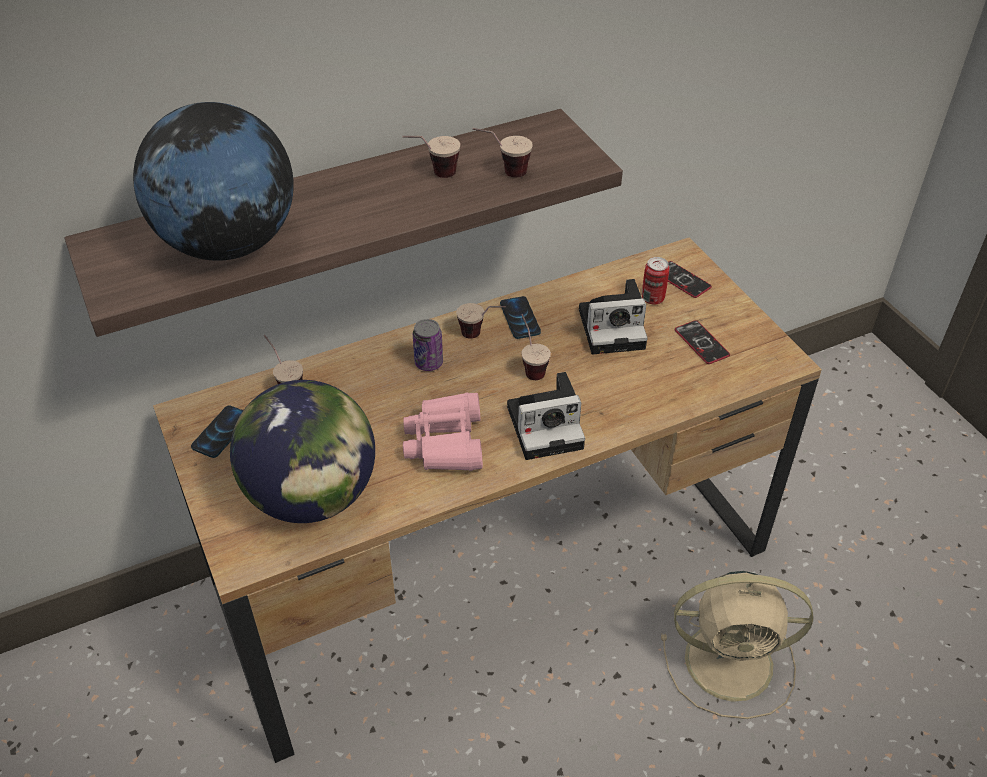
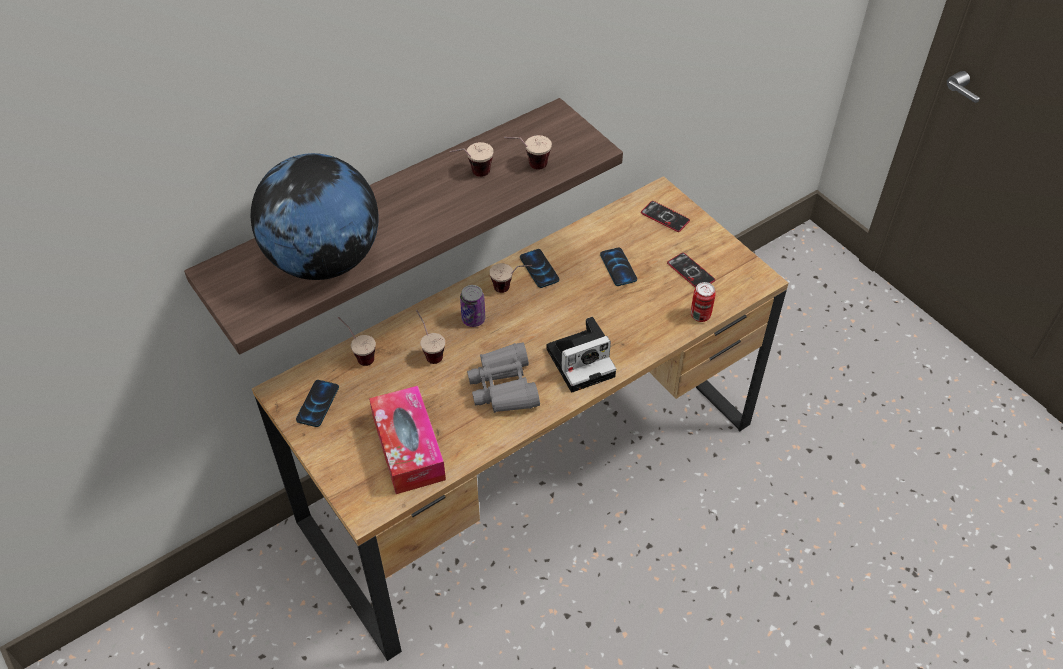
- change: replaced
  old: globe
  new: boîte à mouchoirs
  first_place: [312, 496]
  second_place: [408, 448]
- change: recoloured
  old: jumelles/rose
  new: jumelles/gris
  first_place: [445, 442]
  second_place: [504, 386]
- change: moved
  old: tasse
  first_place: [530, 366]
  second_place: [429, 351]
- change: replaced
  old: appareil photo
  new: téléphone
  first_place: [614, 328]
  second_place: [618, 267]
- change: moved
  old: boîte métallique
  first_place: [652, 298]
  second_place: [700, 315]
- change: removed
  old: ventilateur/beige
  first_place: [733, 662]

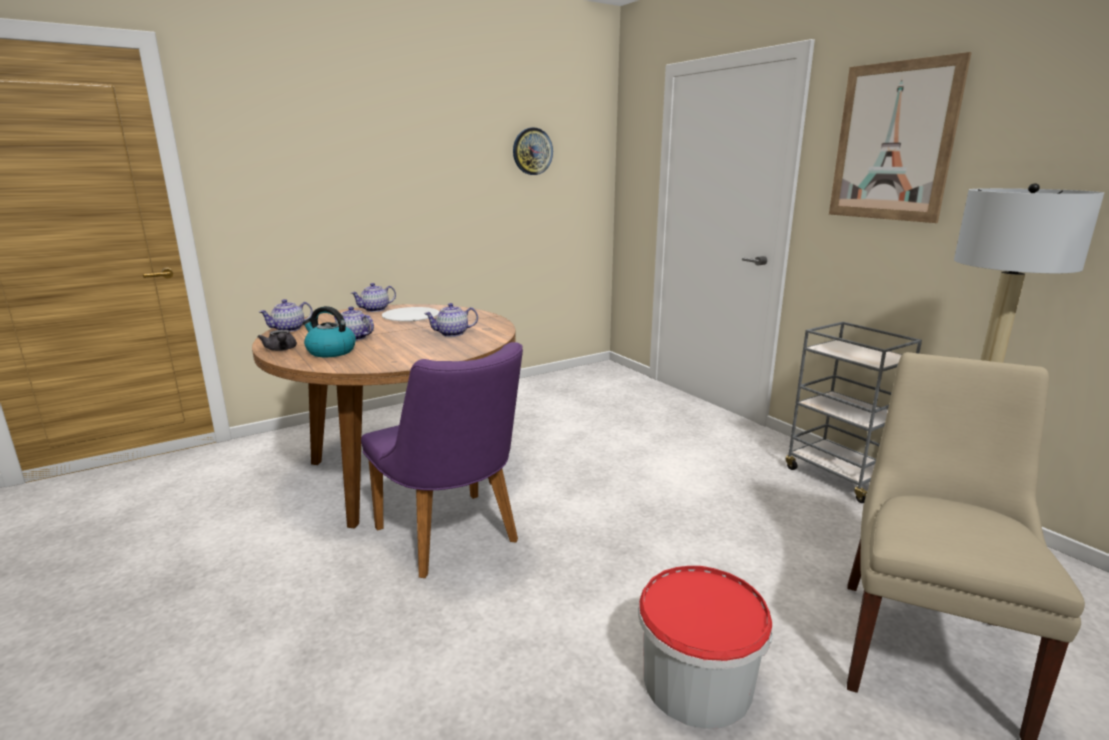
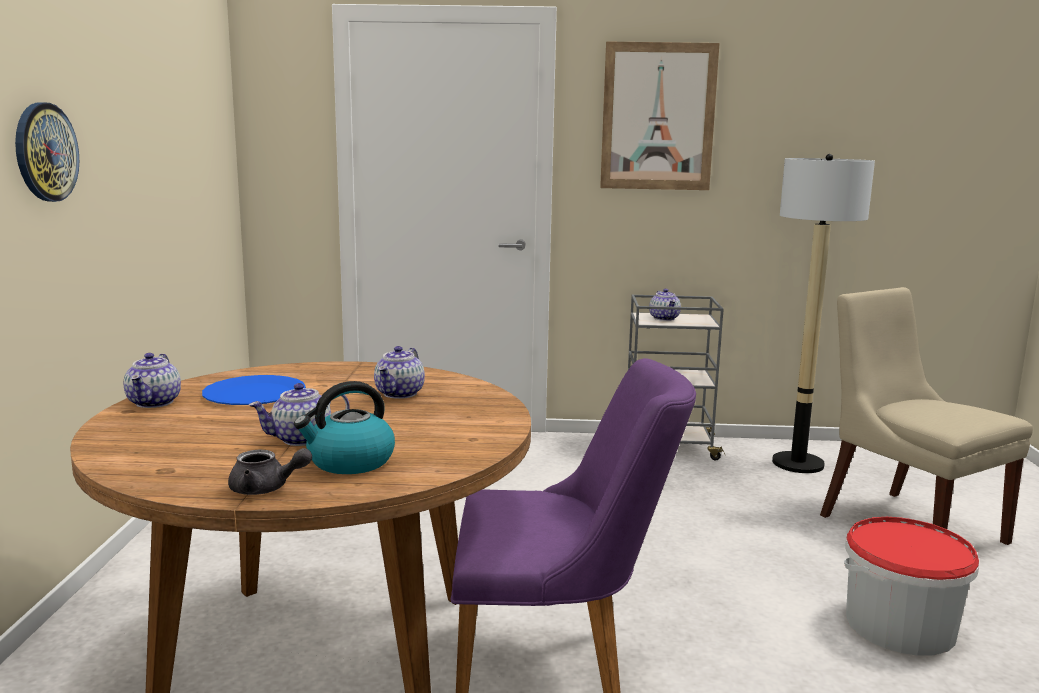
- change: moved
  old: théière
  first_place: [288, 329]
  second_place: [664, 318]
- change: recoloured
  old: assiette/blanc
  new: assiette/bleu
  first_place: [410, 316]
  second_place: [254, 394]
- change: moved
  old: horloge murale
  first_place: [532, 151]
  second_place: [45, 152]

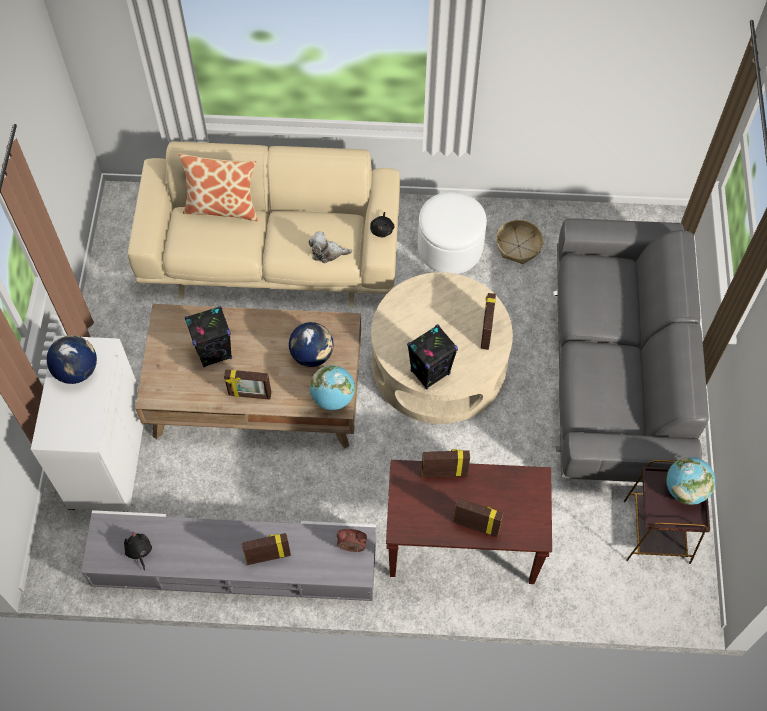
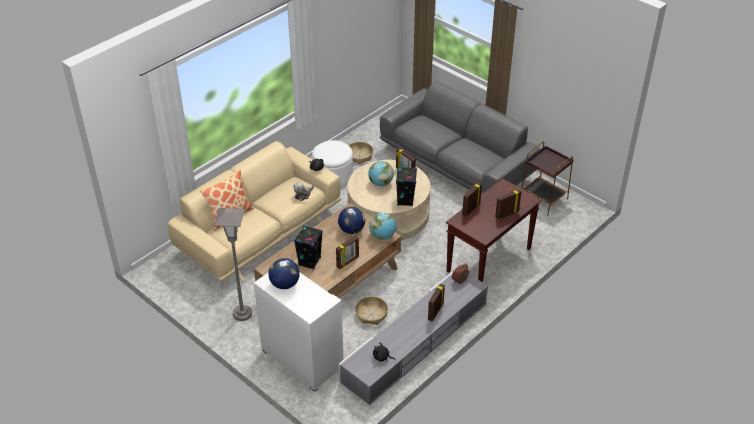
- change: moved
  old: globe
  first_place: [685, 489]
  second_place: [380, 183]
- change: added
  new: lampadaire/gris
  second_place: [242, 313]
- change: added
  new: panier
  second_place: [371, 314]

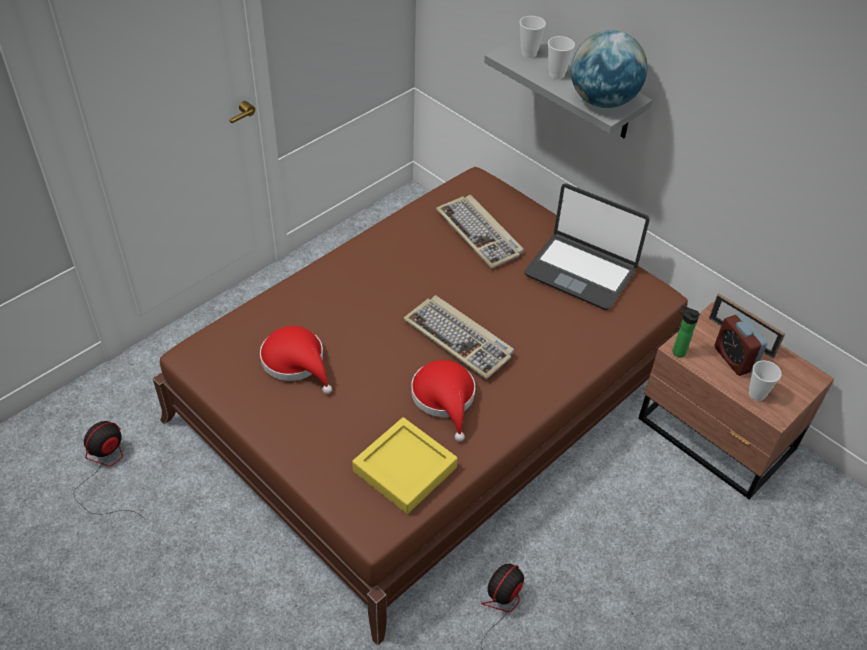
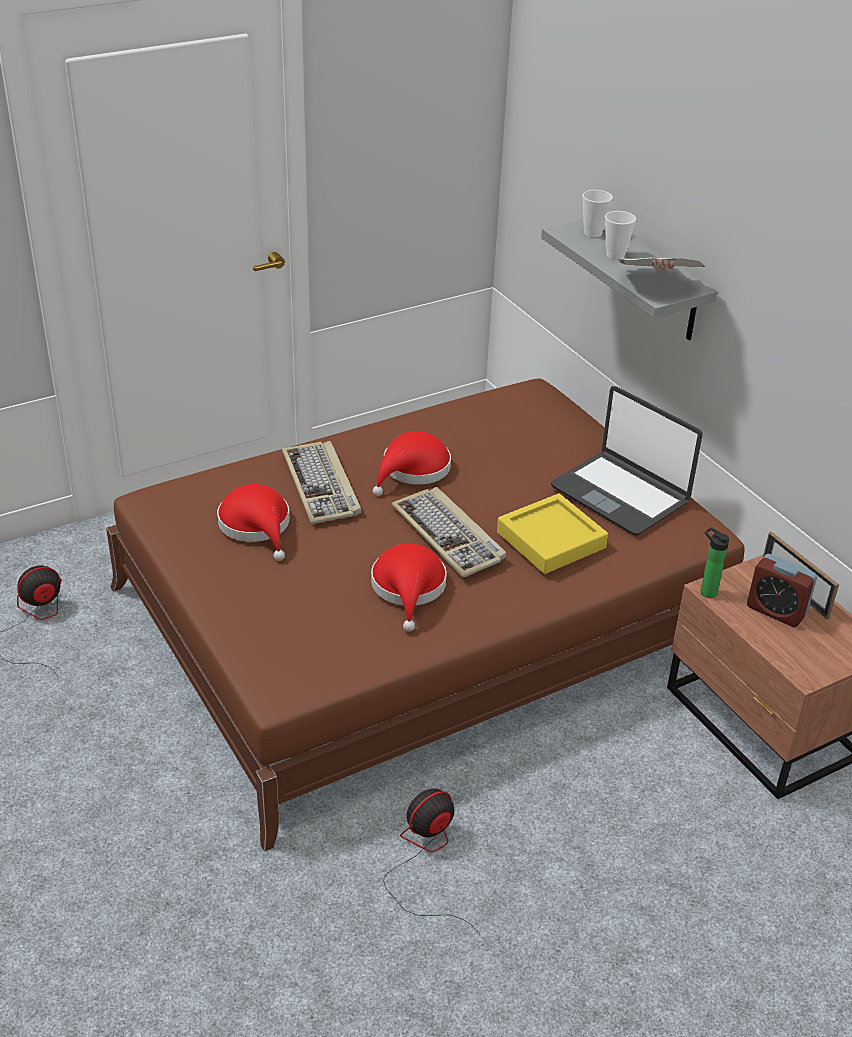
- change: moved
  old: plateau/jaune
  first_place: [405, 469]
  second_place: [551, 540]
- change: moved
  old: clavier
  first_place: [480, 234]
  second_place: [322, 486]
- change: replaced
  old: globe
  new: journal
  first_place: [602, 101]
  second_place: [657, 285]
- change: turned
  old: réveil
  first_place: [734, 359]
  second_place: [776, 611]
  degrees: -45
- change: removed
  old: tasse
  first_place: [756, 394]
- change: added
  new: chapeau/rouge
  second_place: [413, 470]

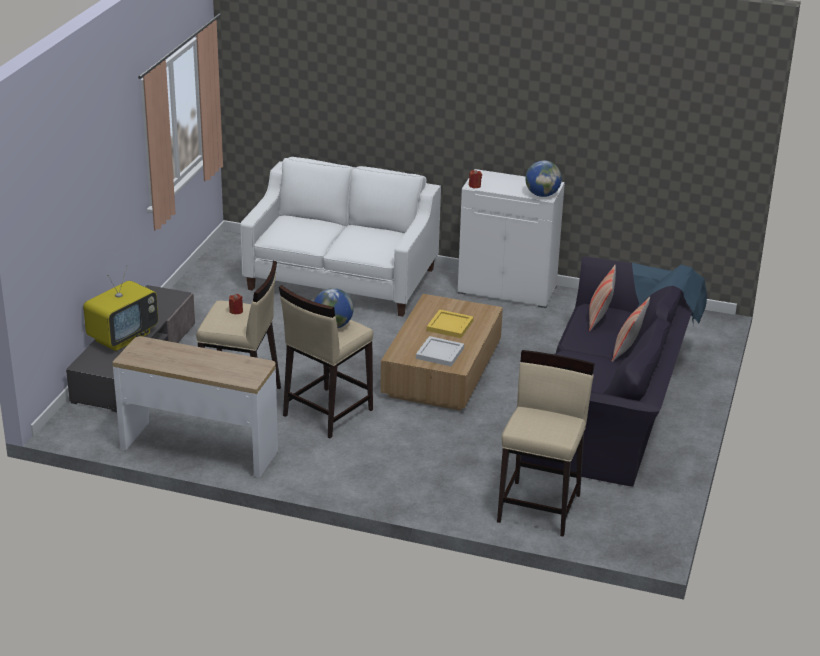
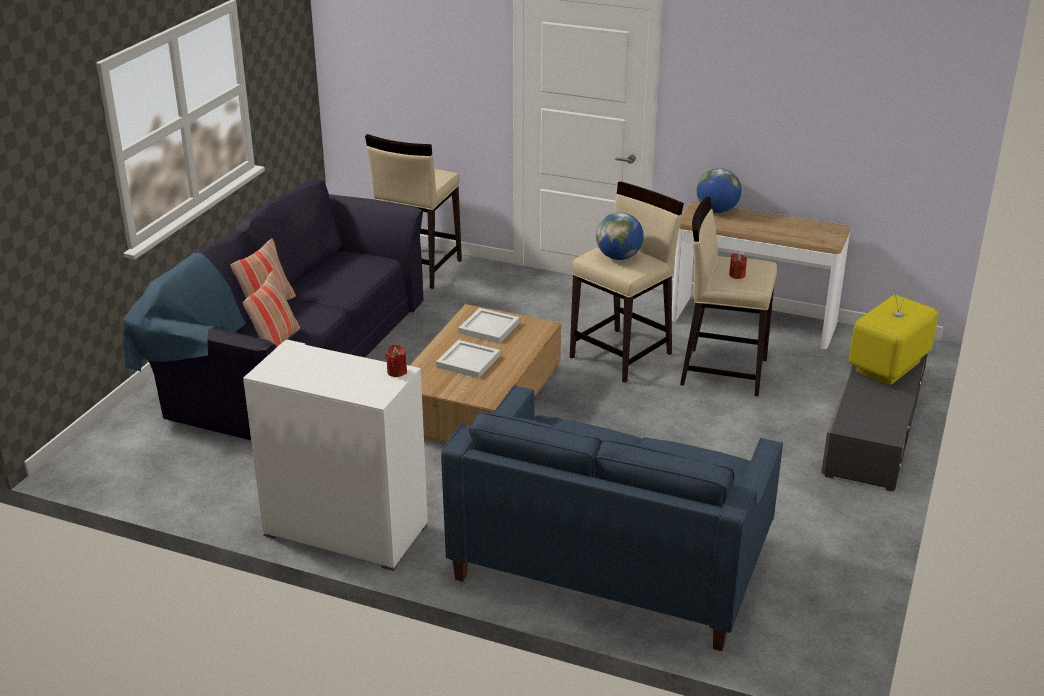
- change: recoloured
  old: canapé/blanc
  new: canapé/bleu
  first_place: [341, 279]
  second_place: [612, 560]
- change: recoloured
  old: plateau/jaune
  new: plateau/blanc
  first_place: [450, 326]
  second_place: [468, 361]
- change: moved
  old: globe
  first_place: [542, 195]
  second_place: [717, 210]

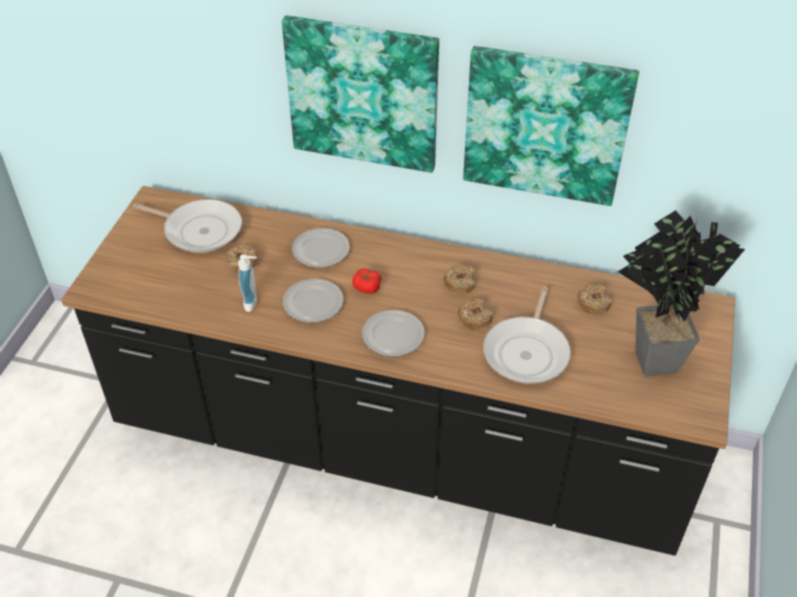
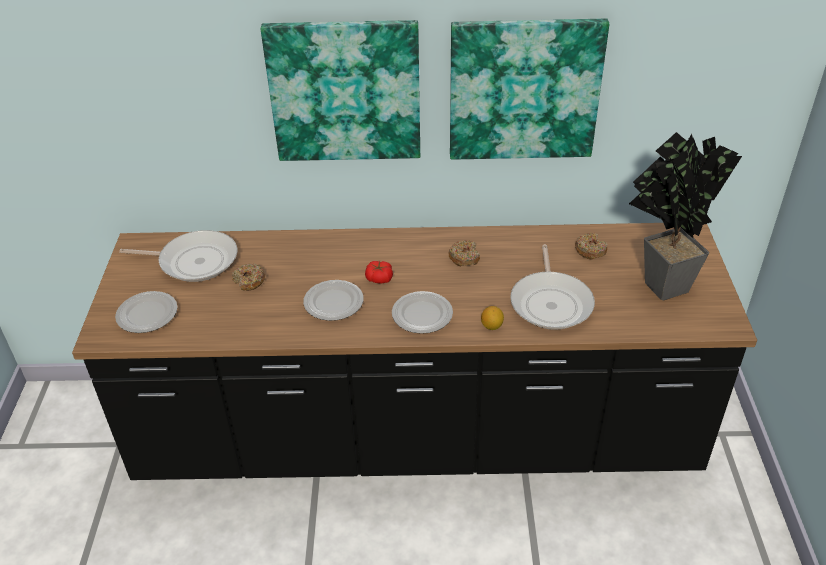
- change: removed
  old: distributeur de savon
  first_place: [253, 302]
- change: moved
  old: assiette
  first_place: [320, 250]
  second_place: [146, 315]
- change: removed
  old: beignet
  first_place: [474, 318]
- change: added
  new: citron
  second_place: [492, 326]

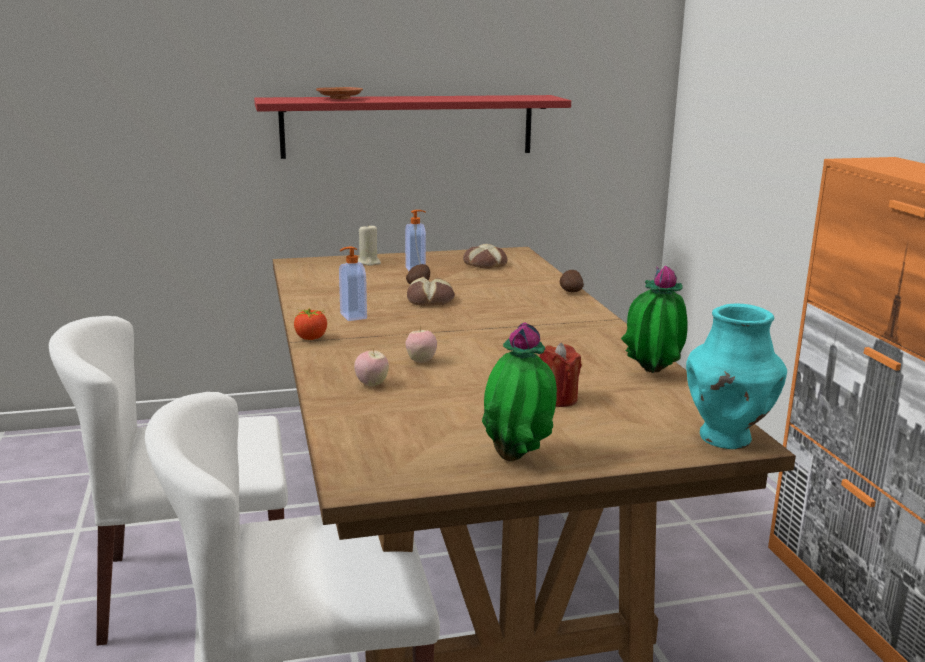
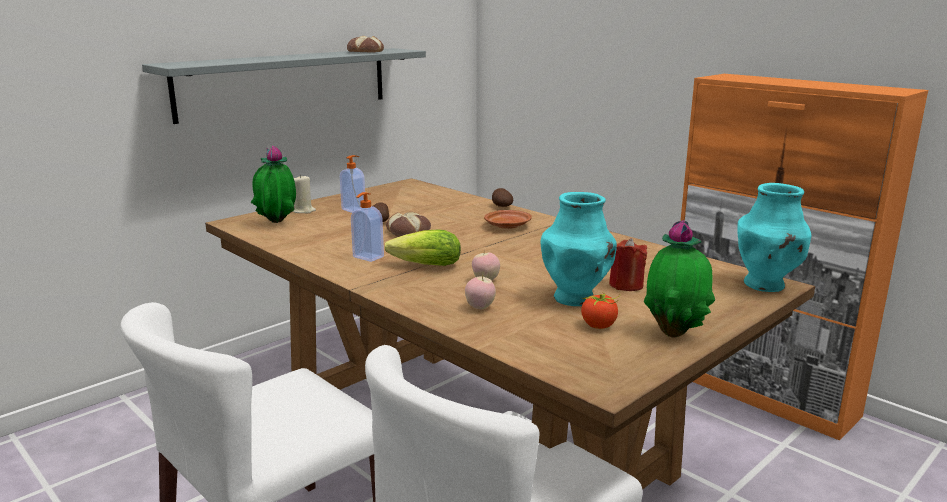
- change: recoloured
  old: étagère/rouge
  new: étagère/gris
  first_place: [408, 126]
  second_place: [285, 83]
- change: moved
  old: tomate
  first_place: [311, 338]
  second_place: [599, 325]
- change: moved
  old: assiette/marron
  first_place: [340, 99]
  second_place: [508, 226]
- change: moved
  old: pain
  first_place: [484, 264]
  second_place: [365, 52]
- change: moved
  old: plante en pot
  first_place: [651, 375]
  second_place: [276, 224]
- change: added
  new: laitue
  second_place: [422, 265]
- change: added
  new: vase/turquoise
  second_place: [575, 298]

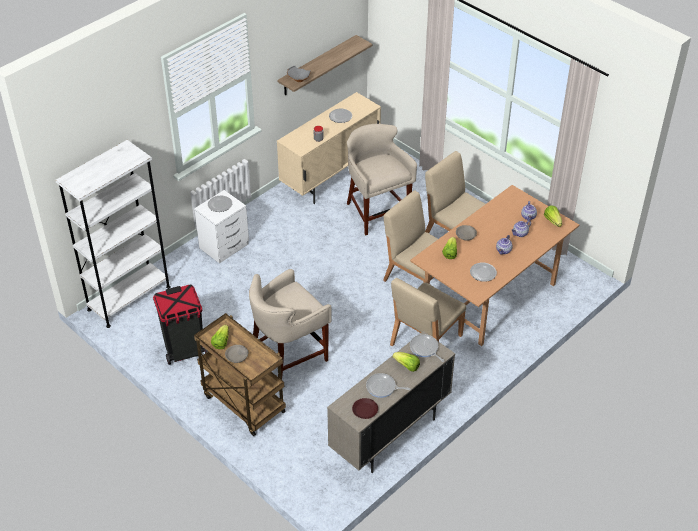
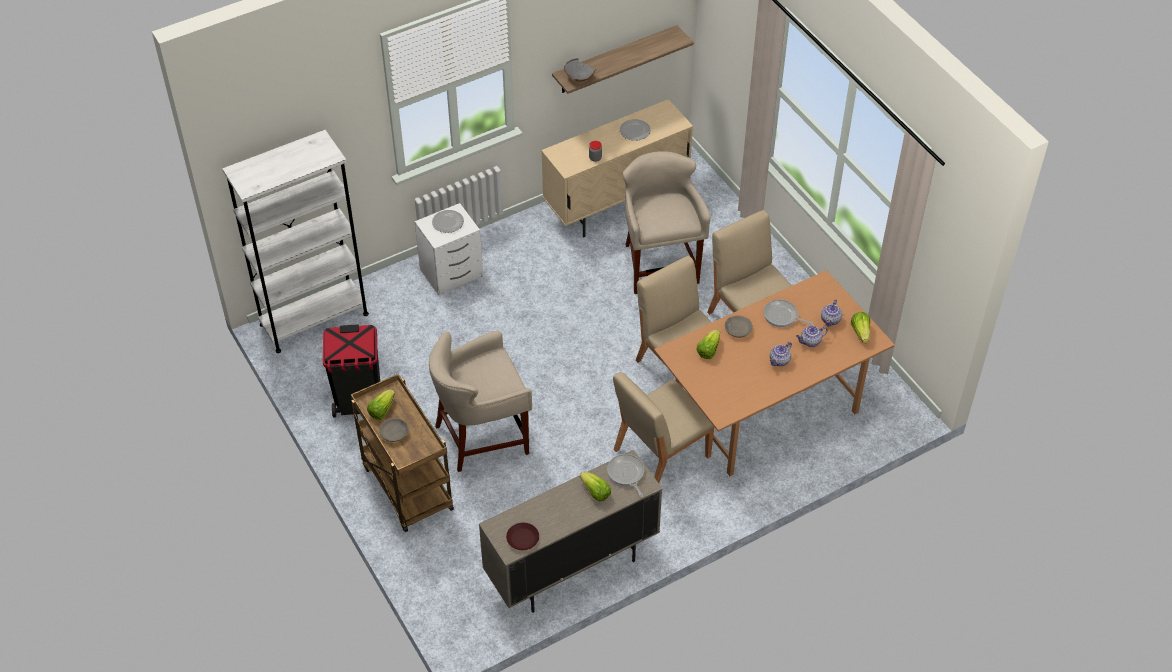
- change: moved
  old: poêle
  first_place: [382, 387]
  second_place: [782, 316]
- change: removed
  old: assiette
  first_place: [483, 273]

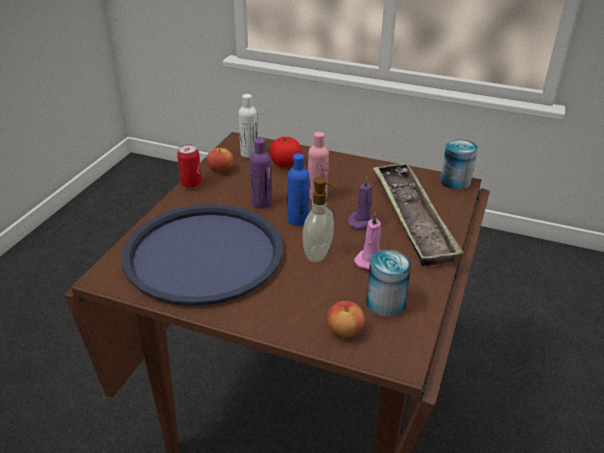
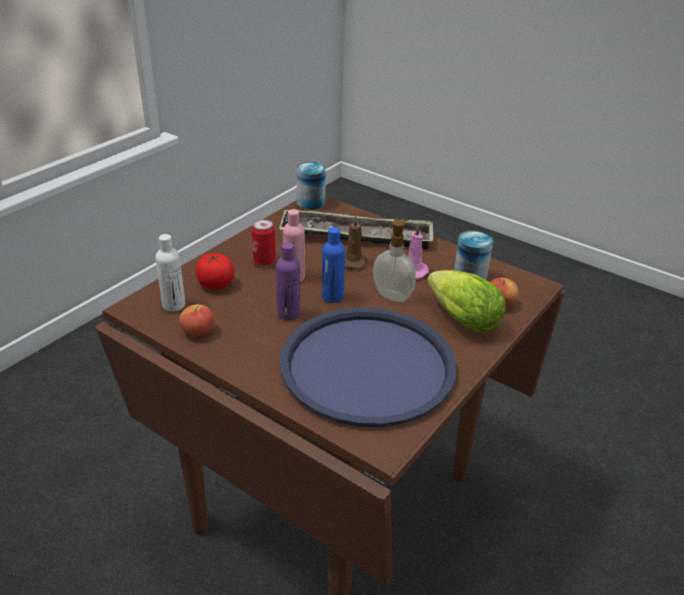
- change: moved
  old: boîte métallique
  first_place: [191, 184]
  second_place: [264, 261]
- change: recoloured
  old: bougie/violet
  new: bougie/marron
  first_place: [364, 222]
  second_place: [353, 261]
- change: added
  new: laitue
  second_place: [459, 318]

